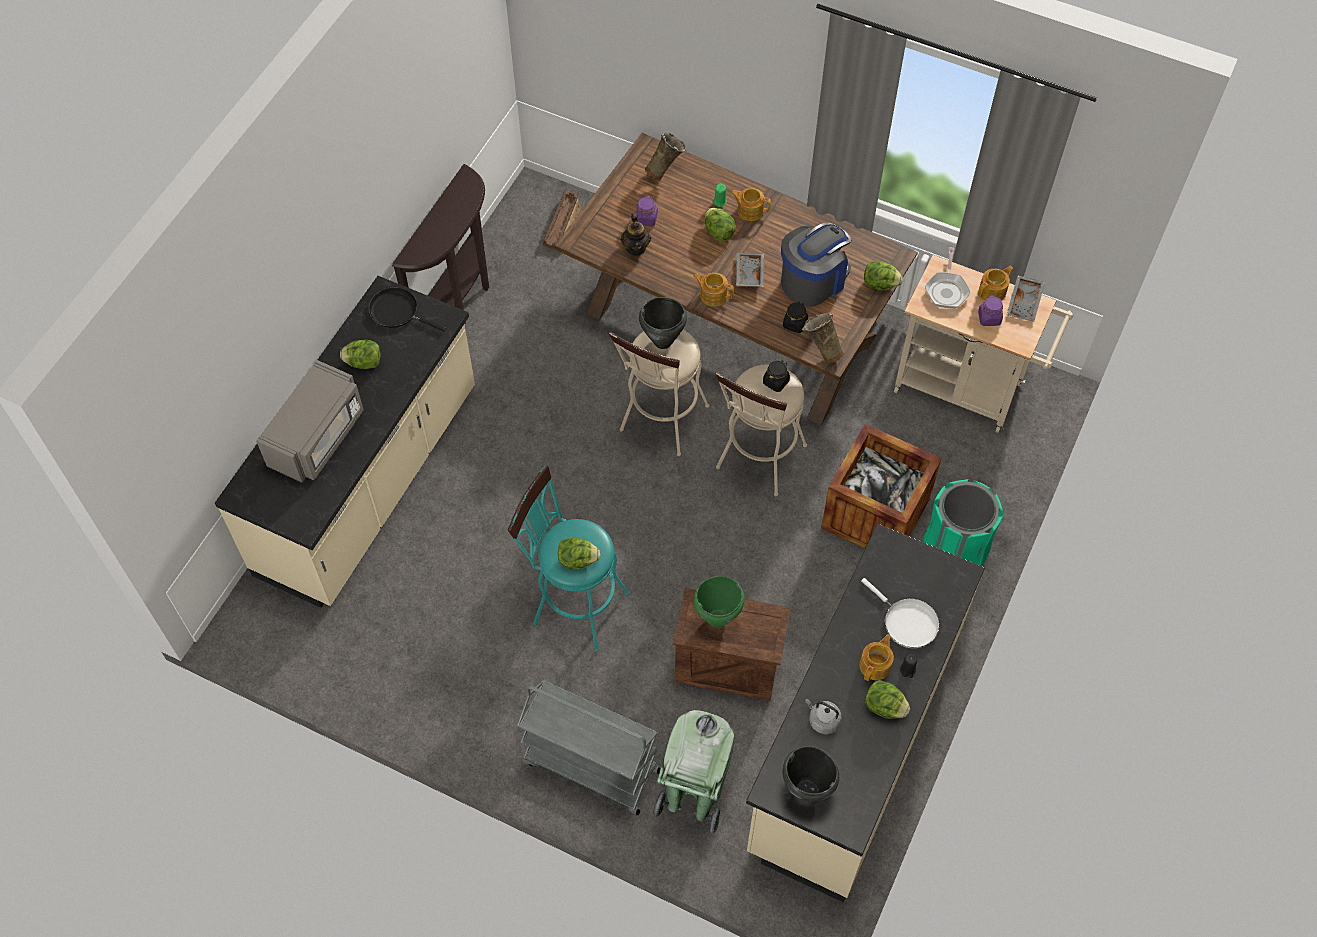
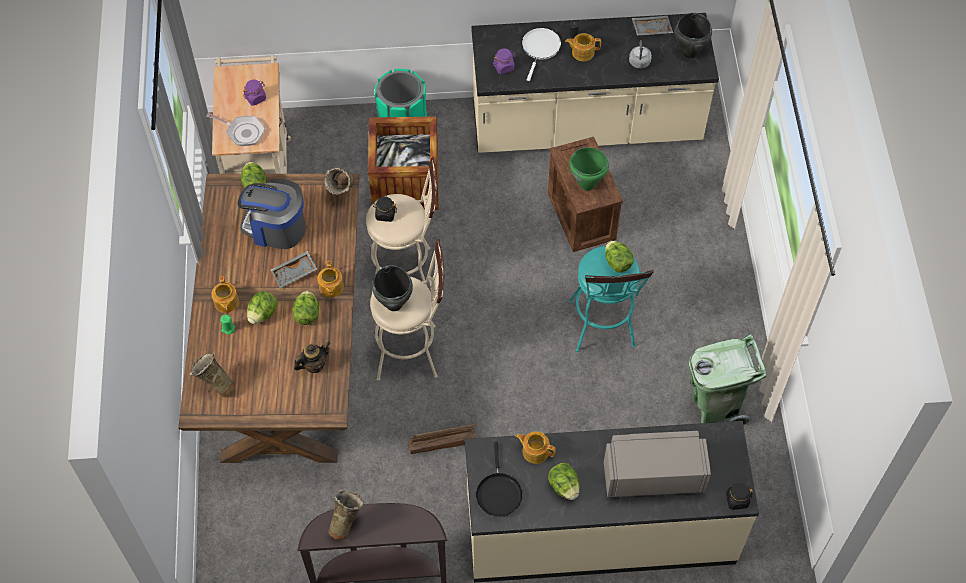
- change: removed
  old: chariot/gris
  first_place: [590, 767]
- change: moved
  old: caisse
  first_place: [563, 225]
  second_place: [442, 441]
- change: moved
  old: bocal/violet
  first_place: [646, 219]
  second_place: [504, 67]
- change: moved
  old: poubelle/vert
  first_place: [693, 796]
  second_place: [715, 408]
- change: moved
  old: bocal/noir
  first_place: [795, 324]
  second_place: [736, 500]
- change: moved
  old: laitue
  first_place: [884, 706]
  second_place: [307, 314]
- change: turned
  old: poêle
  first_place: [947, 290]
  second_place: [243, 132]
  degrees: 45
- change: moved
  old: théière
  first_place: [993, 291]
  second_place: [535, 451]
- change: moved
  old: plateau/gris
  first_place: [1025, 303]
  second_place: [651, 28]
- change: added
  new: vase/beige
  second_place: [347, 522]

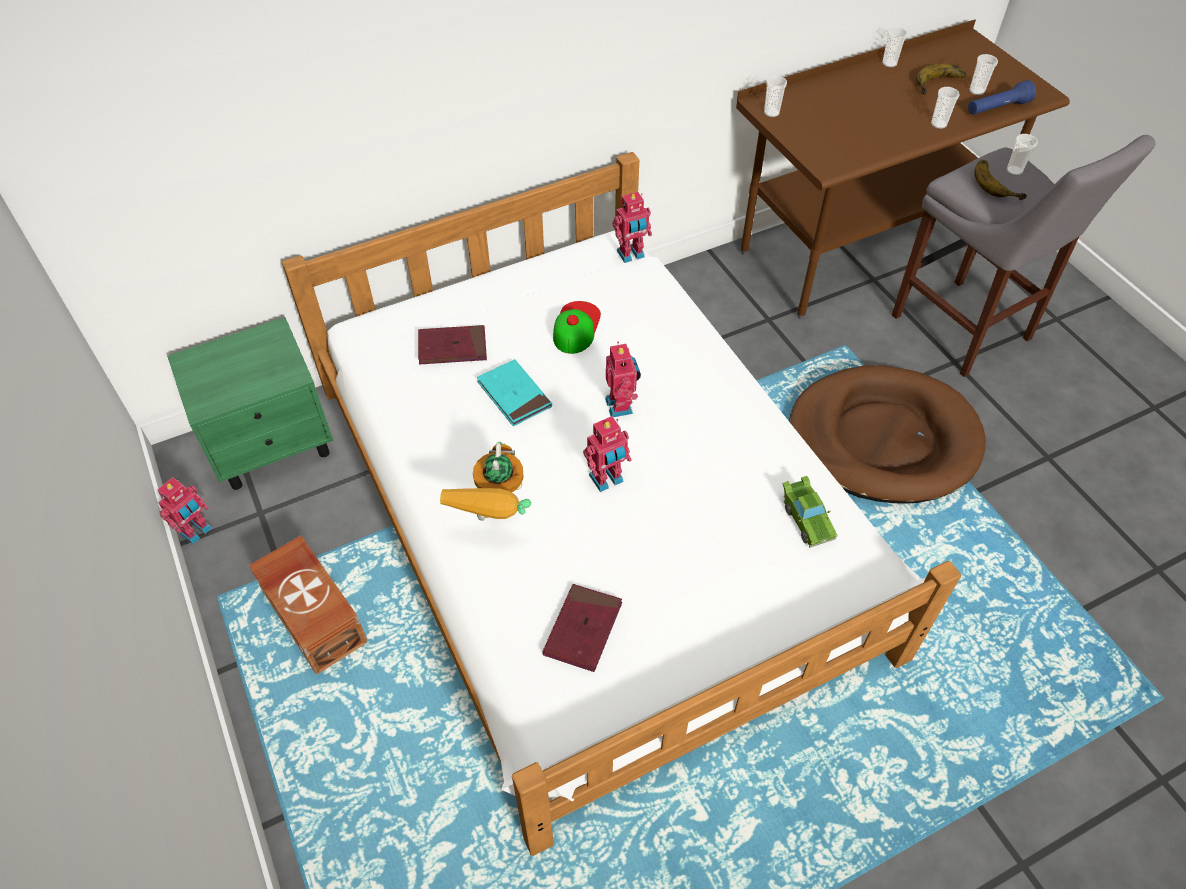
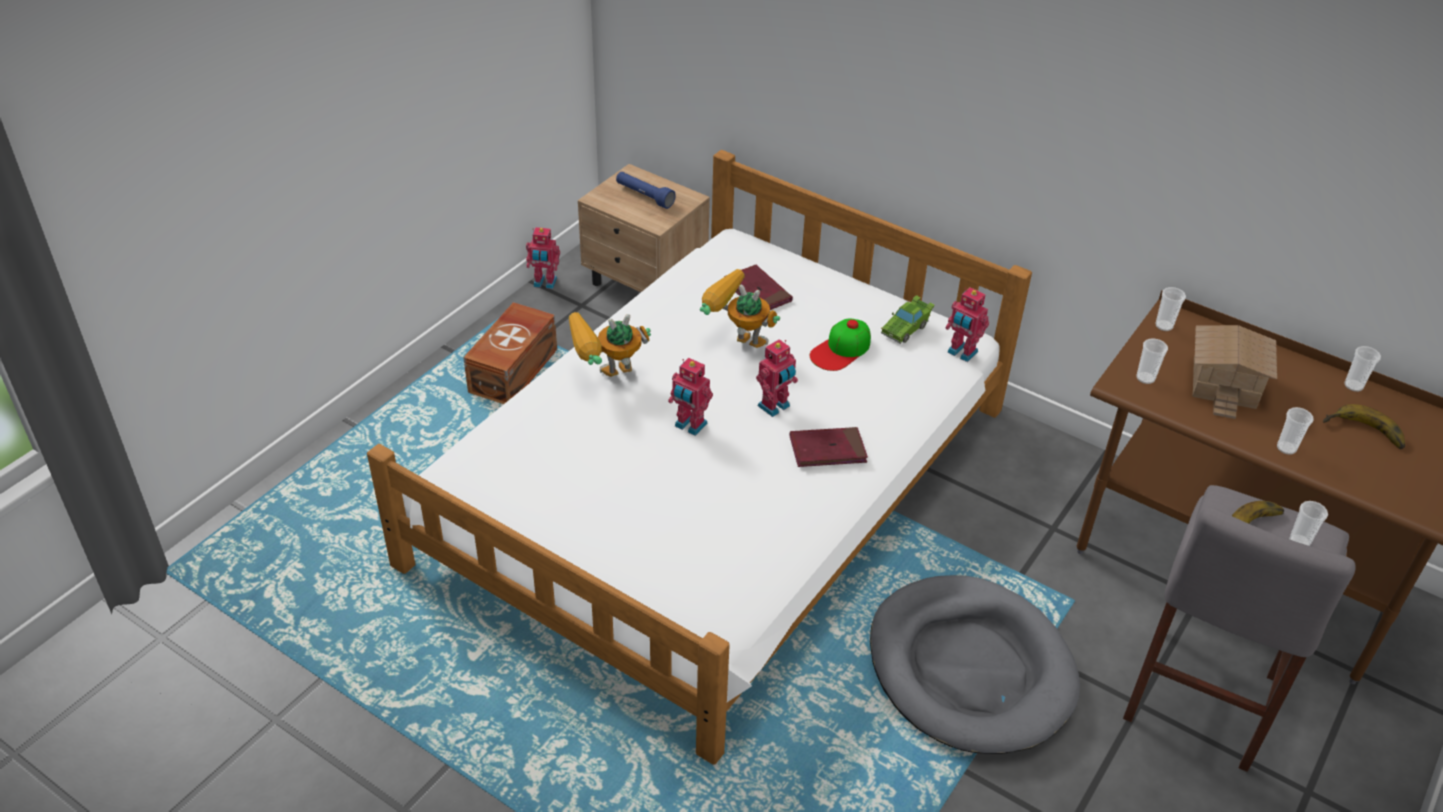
- change: recoloured
  old: table de chevet/vert
  new: table de chevet/beige
  first_place: [273, 445]
  second_place: [646, 283]
- change: replaced
  old: livre/turquoise
  new: robot jouet
  first_place: [514, 395]
  second_place: [736, 343]
- change: moved
  old: livre/rouge
  first_place: [583, 629]
  second_place: [827, 450]
- change: turned
  old: casquette
  first_place: [576, 327]
  second_place: [841, 350]
  degrees: 150
- change: moved
  old: petite voiture/vert
  first_place: [806, 519]
  second_place: [906, 328]
- change: recoloured
  old: panier pour chien/marron
  new: panier pour chien/gris
  first_place: [882, 439]
  second_place: [970, 669]
- change: moved
  old: lampe de poche/bleu
  first_place: [997, 108]
  second_place: [644, 196]
- change: moved
  old: tasse
  first_place: [976, 91]
  second_place: [1145, 378]
- change: added
  new: maison miniature
  second_place: [1226, 383]

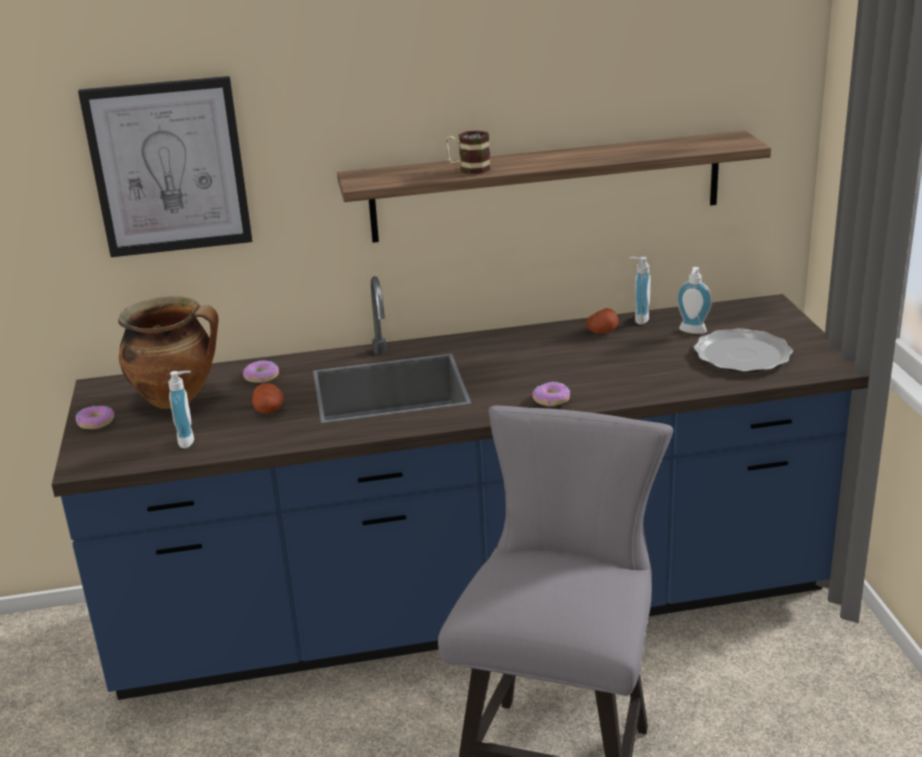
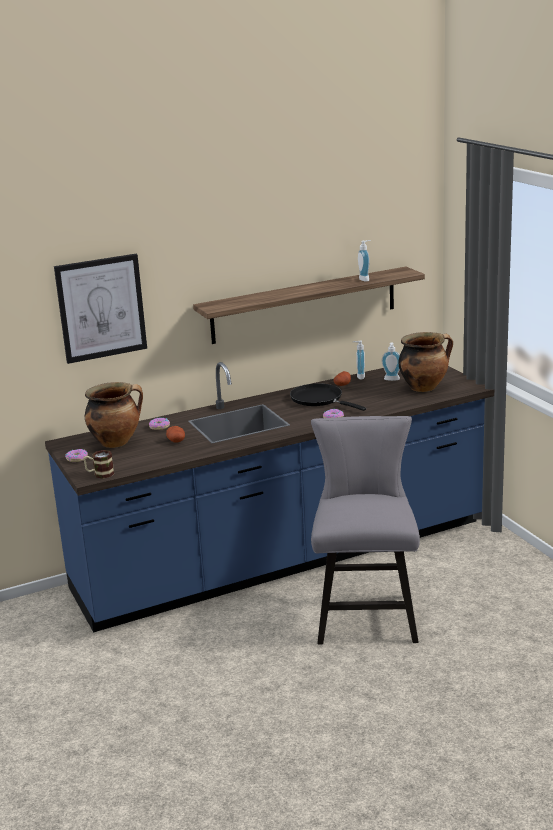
- change: moved
  old: distributeur de savon
  first_place: [190, 440]
  second_place: [365, 279]
- change: moved
  old: mug
  first_place: [468, 169]
  second_place: [100, 474]
- change: replaced
  old: assiette
  new: marmite
  first_place: [742, 355]
  second_place: [424, 387]
- change: added
  new: poêle/noir
  second_place: [319, 399]

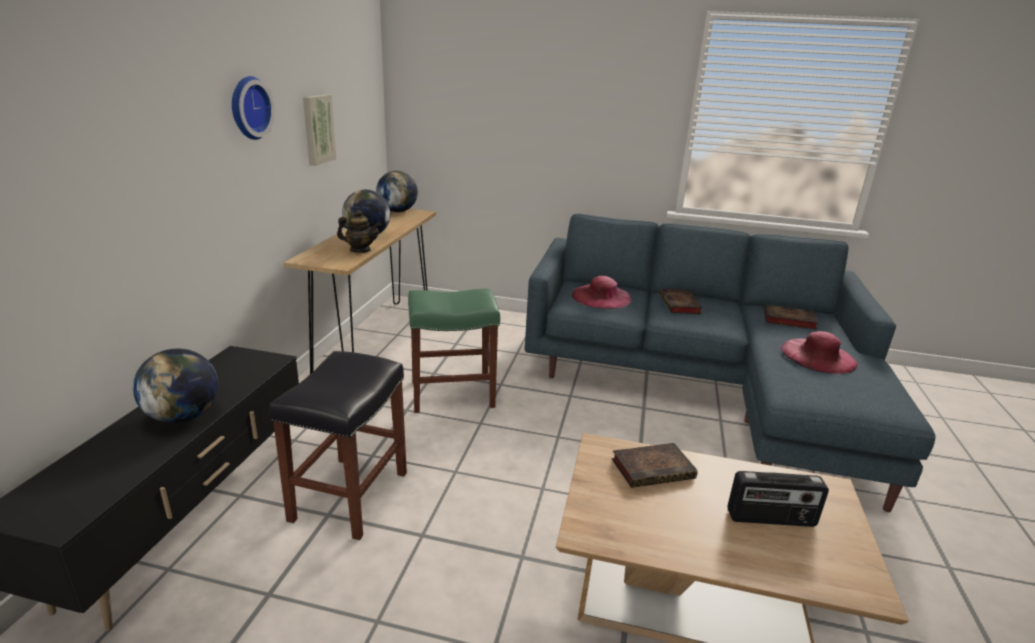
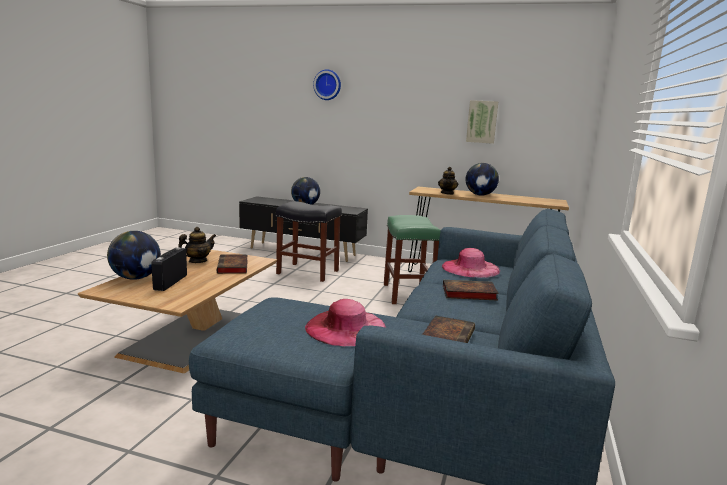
- change: moved
  old: horloge murale
  first_place: [248, 108]
  second_place: [328, 85]
- change: moved
  old: globe
  first_place: [397, 211]
  second_place: [136, 278]
- change: added
  new: théière
  second_place: [197, 261]

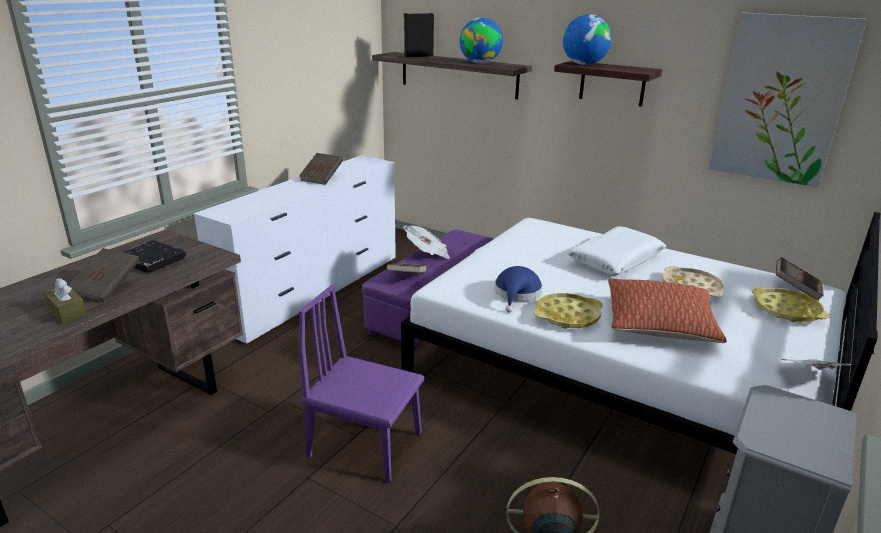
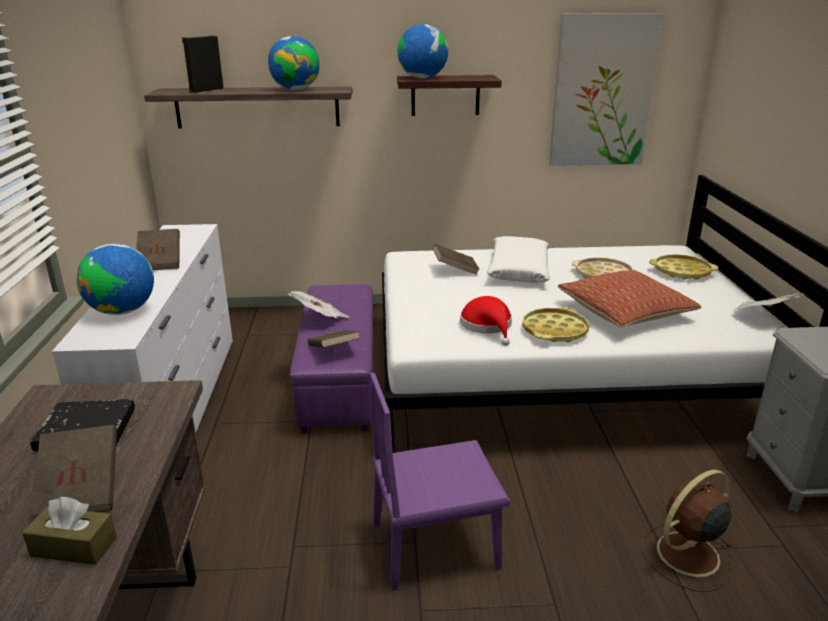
- change: recoloured
  old: chapeau/bleu
  new: chapeau/rouge
  first_place: [517, 294]
  second_place: [488, 326]
- change: moved
  old: livre/marron
  first_place: [796, 289]
  second_place: [455, 269]
- change: added
  new: globe
  second_place: [122, 311]

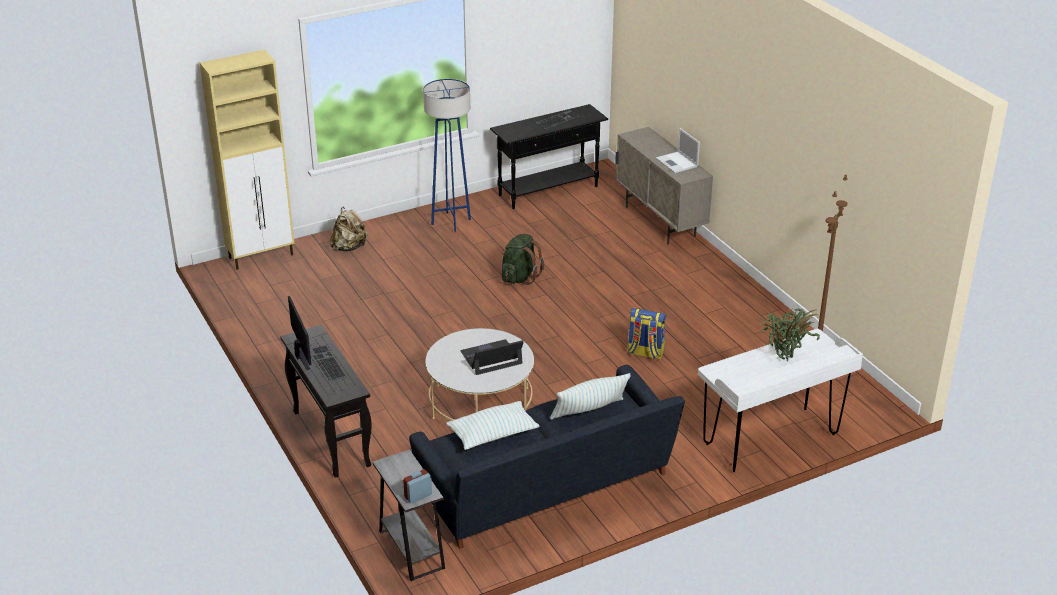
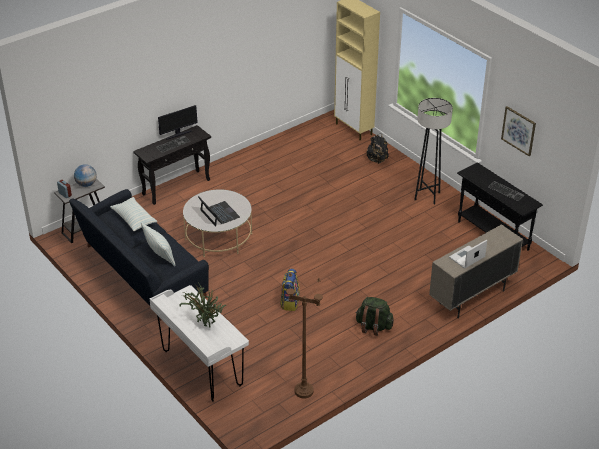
- change: recoloured
  old: sac à dos/beige
  new: sac à dos/noir
  first_place: [349, 247]
  second_place: [377, 160]
- change: recoloured
  old: lampadaire/bleu
  new: lampadaire/gris
  first_place: [451, 222]
  second_place: [427, 196]
- change: moved
  old: sac à dos/vert
  first_place: [520, 277]
  second_place: [373, 327]
- change: added
  new: globe
  second_place: [86, 184]
- change: added
  new: tableau
  second_place: [518, 130]

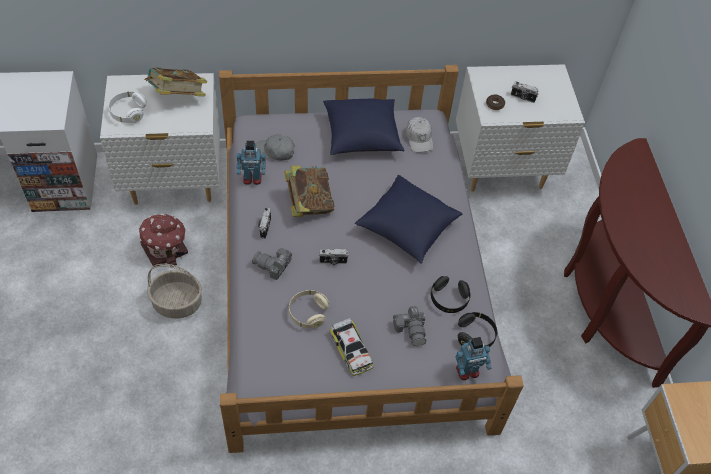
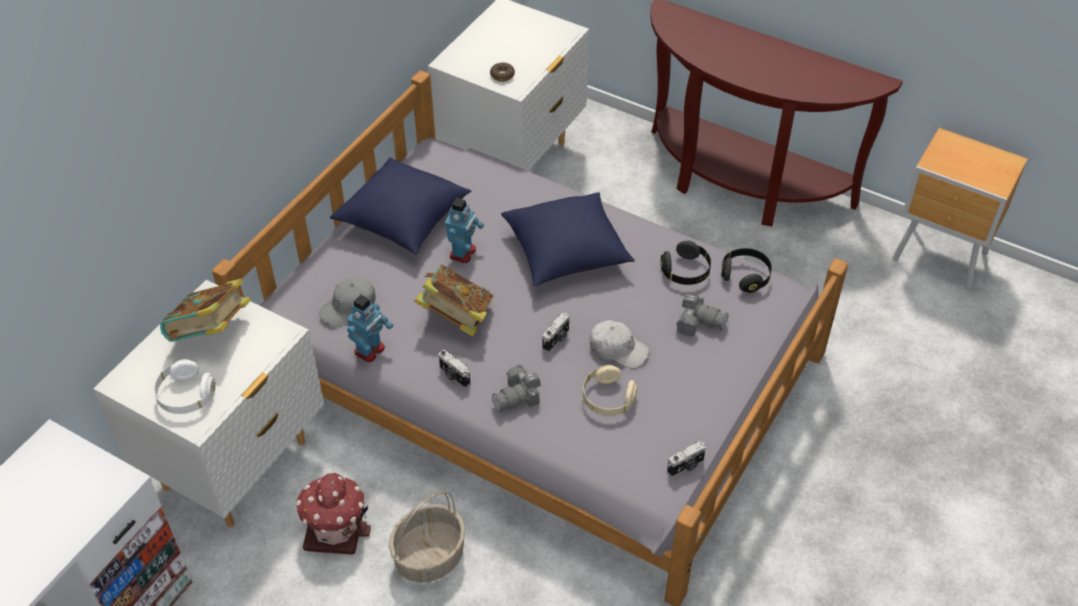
- change: removed
  old: petite voiture
  first_place: [351, 350]
- change: moved
  old: casquette/blanc
  first_place: [419, 138]
  second_place: [618, 349]
- change: moved
  old: robot jouet
  first_place: [467, 371]
  second_place: [463, 253]
- change: moved
  old: appareil photo
  first_place: [522, 98]
  second_place: [686, 466]

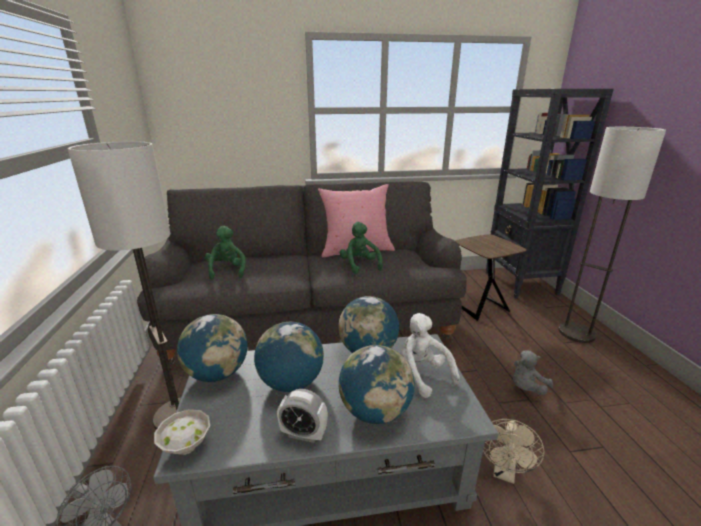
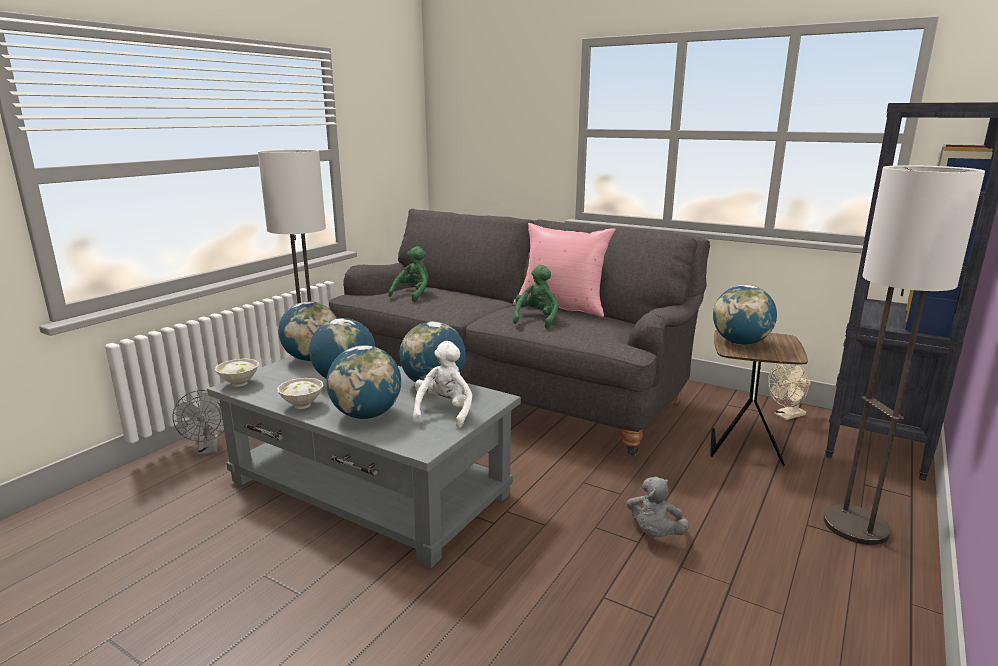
- change: replaced
  old: réveil
  new: bol/blanc
  first_place: [303, 434]
  second_place: [303, 405]
- change: moved
  old: ventilateur/beige
  first_place: [504, 472]
  second_place: [786, 416]
- change: turned
  old: peluche/gris
  first_place: [526, 388]
  second_place: [654, 534]
  degrees: -75
- change: added
  new: globe
  second_place: [740, 343]

